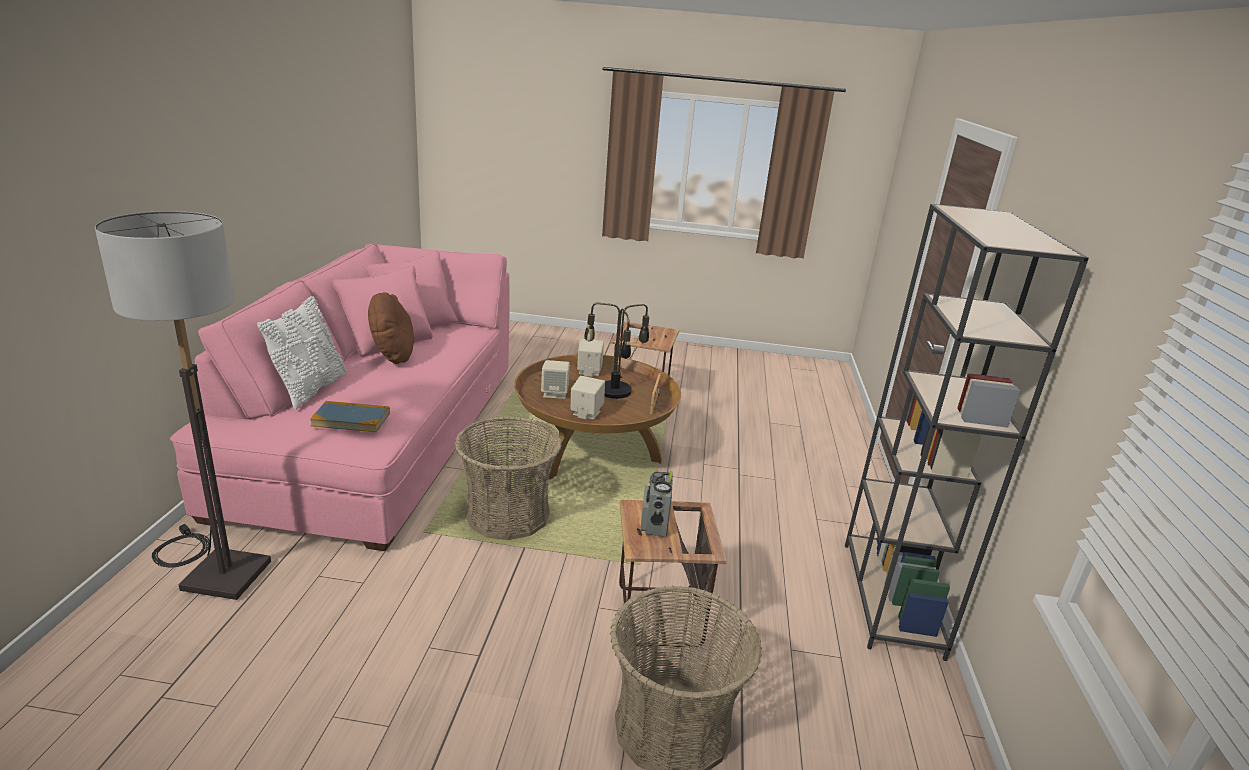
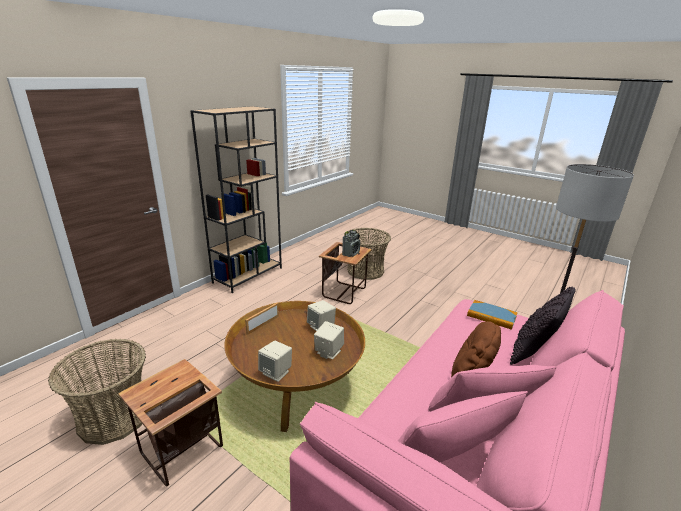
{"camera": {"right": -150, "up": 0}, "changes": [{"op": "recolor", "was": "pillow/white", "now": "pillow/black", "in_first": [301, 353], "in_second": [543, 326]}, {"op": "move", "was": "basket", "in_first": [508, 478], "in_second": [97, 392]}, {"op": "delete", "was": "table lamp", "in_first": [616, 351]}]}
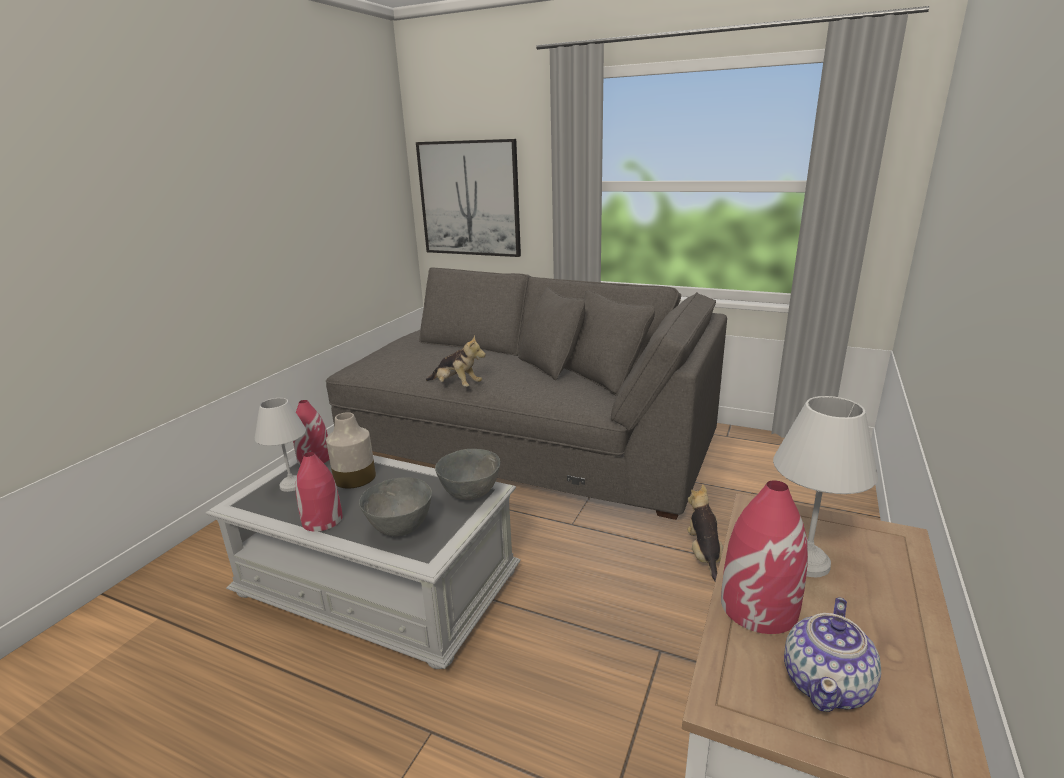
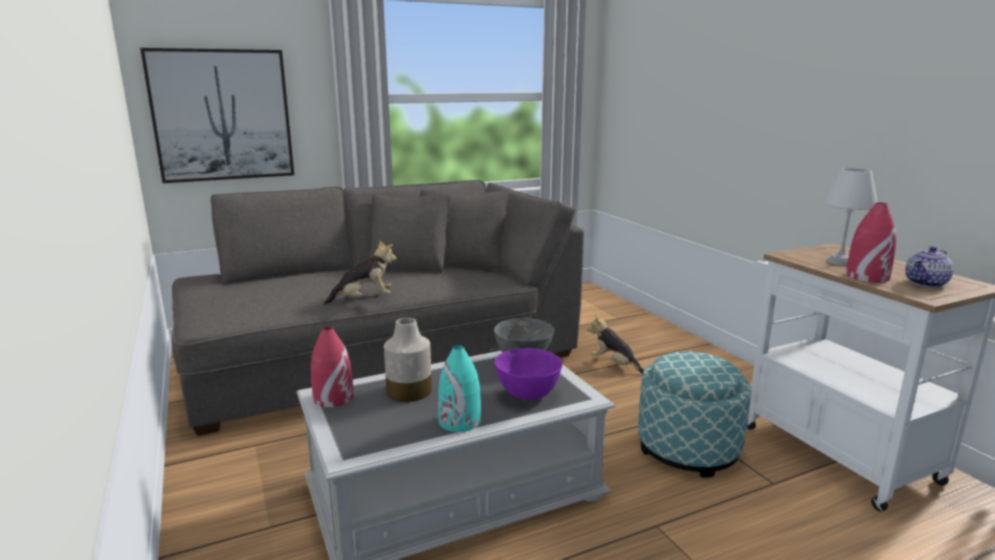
{"camera": {"right": -50, "up": -5}, "changes": [{"op": "delete", "was": "table lamp/white", "in_first": [280, 445]}, {"op": "recolor", "was": "vase/red", "now": "vase/turquoise", "in_first": [319, 492], "in_second": [459, 388]}, {"op": "recolor", "was": "bowl/grey", "now": "bowl/purple", "in_first": [395, 507], "in_second": [528, 374]}, {"op": "rotate", "was": "teapot", "in_first": [832, 654], "in_second": [929, 267], "clockwise": 75}, {"op": "insert", "now": "ottoman", "in_second": [694, 414]}]}
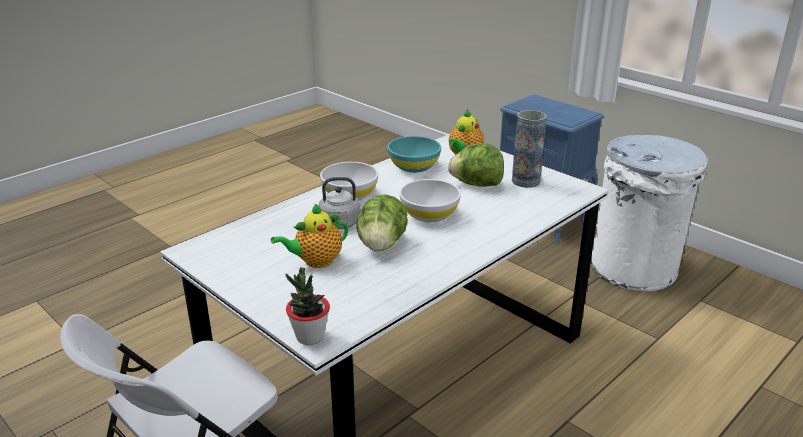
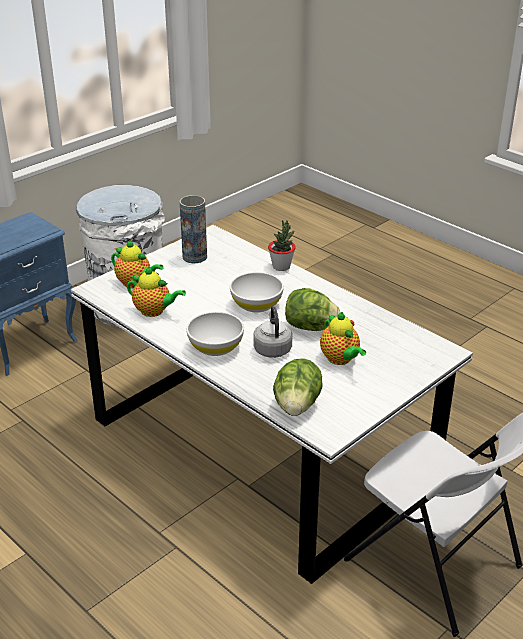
{"camera": {"right": -90, "up": 5}, "changes": [{"op": "move", "was": "potted plant", "in_first": [308, 306], "in_second": [282, 245]}, {"op": "replace", "was": "bowl/turquoise", "now": "teapot", "in_first": [414, 154], "in_second": [156, 291]}, {"op": "move", "was": "lettuce", "in_first": [476, 165], "in_second": [298, 387]}]}
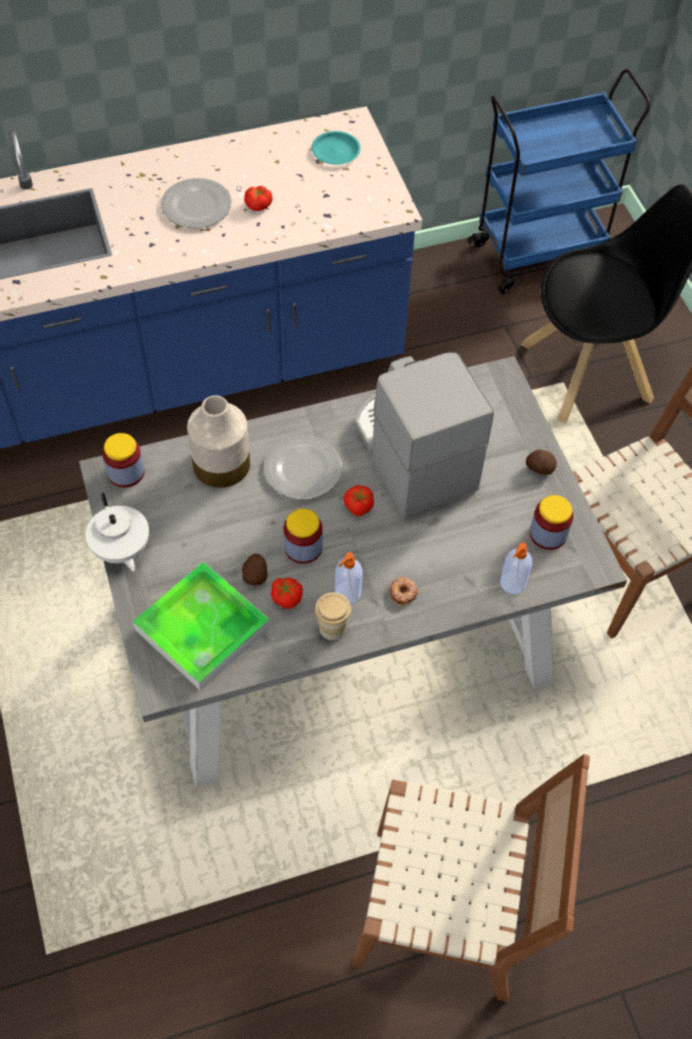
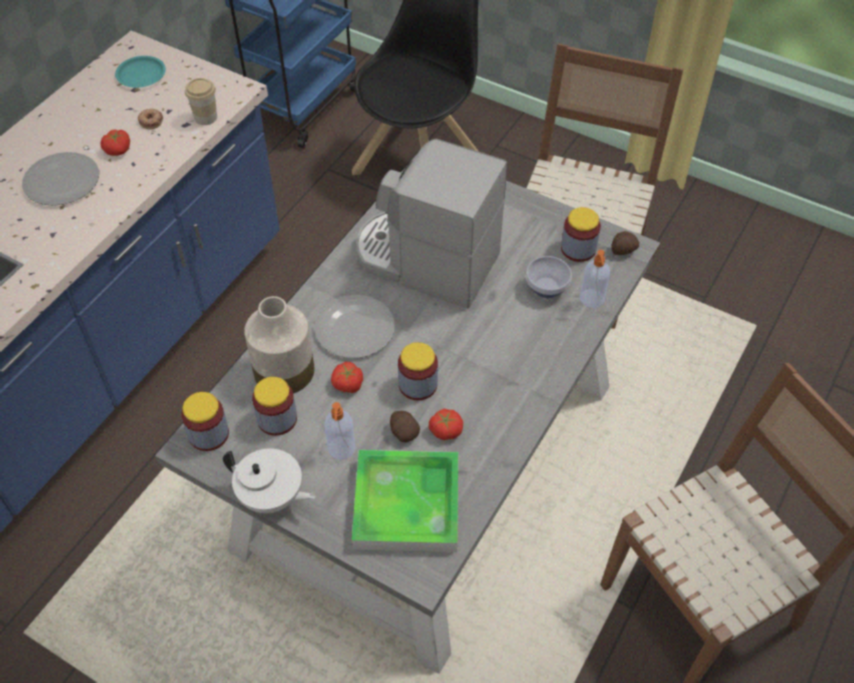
{"camera": {"right": -40, "up": -5}, "changes": [{"op": "move", "was": "cup", "in_first": [333, 616], "in_second": [201, 101]}, {"op": "move", "was": "soap dispenser", "in_first": [349, 577], "in_second": [339, 430]}, {"op": "move", "was": "tomato", "in_first": [359, 500], "in_second": [347, 377]}, {"op": "move", "was": "donut", "in_first": [403, 591], "in_second": [150, 119]}, {"op": "move", "was": "potato", "in_first": [541, 462], "in_second": [625, 243]}, {"op": "insert", "now": "jar", "in_second": [274, 406]}, {"op": "insert", "now": "bowl", "in_second": [549, 277]}]}
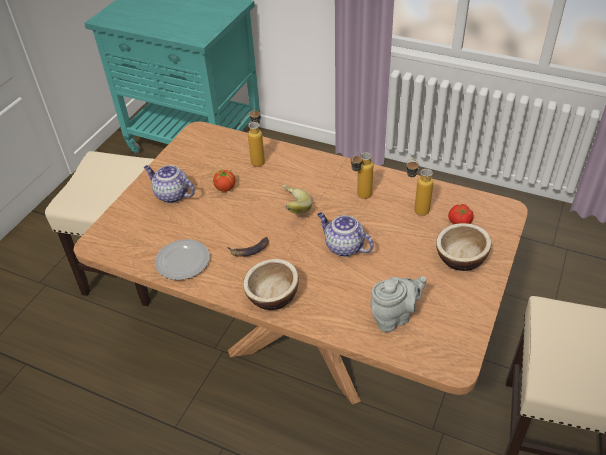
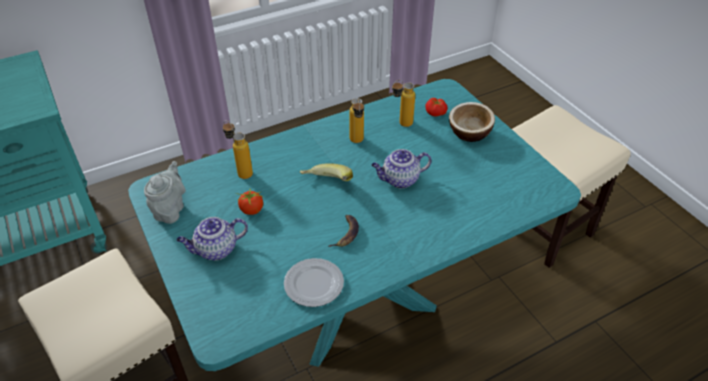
{"camera": {"right": -55, "up": 0}, "changes": [{"op": "recolor", "was": "dining table/brown", "now": "dining table/turquoise", "in_first": [300, 262], "in_second": [354, 225]}, {"op": "delete", "was": "bowl", "in_first": [271, 284]}, {"op": "move", "was": "teapot/grey", "in_first": [398, 304], "in_second": [165, 192]}]}
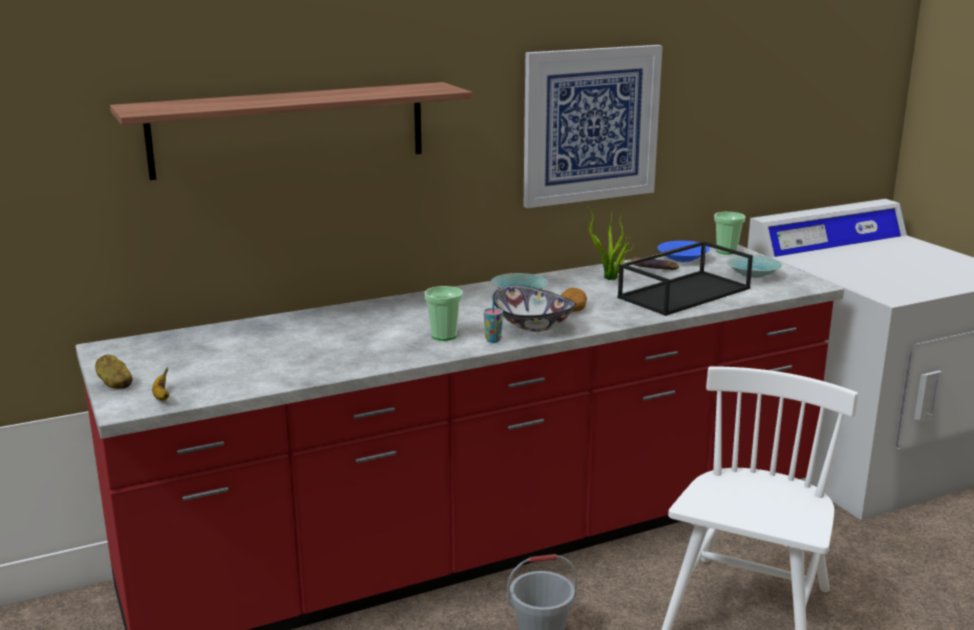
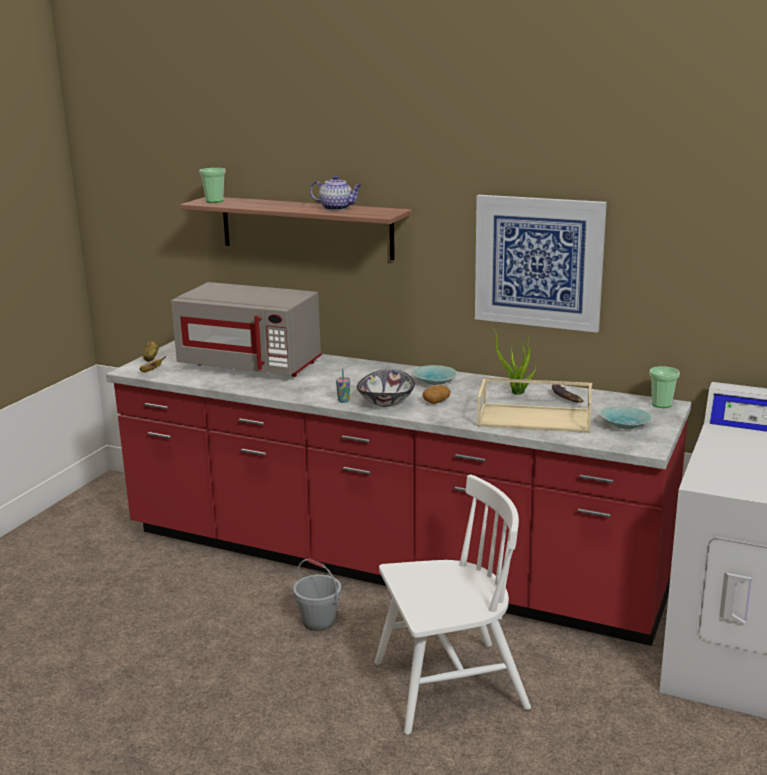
{"camera": {"right": 50, "up": 0}, "changes": [{"op": "move", "was": "cup", "in_first": [444, 313], "in_second": [212, 185]}, {"op": "recolor", "was": "tray/black", "now": "tray/beige", "in_first": [685, 278], "in_second": [534, 405]}, {"op": "delete", "was": "bowl/blue", "in_first": [683, 251]}, {"op": "insert", "now": "microwave/grey", "in_second": [246, 329]}, {"op": "insert", "now": "teapot", "in_second": [336, 192]}]}
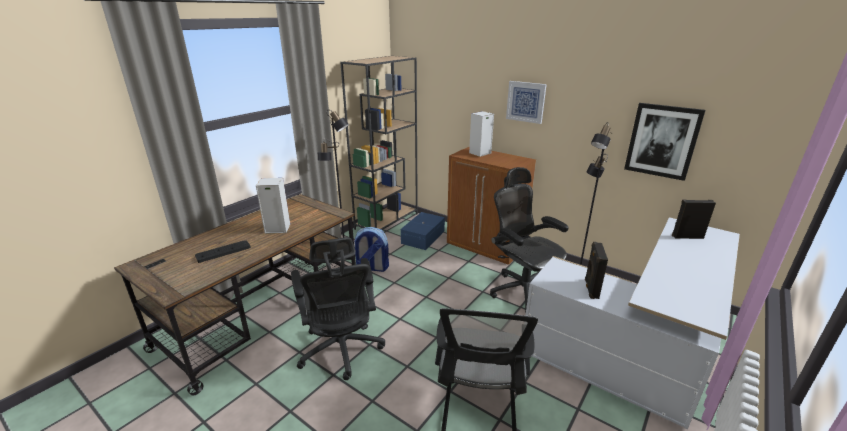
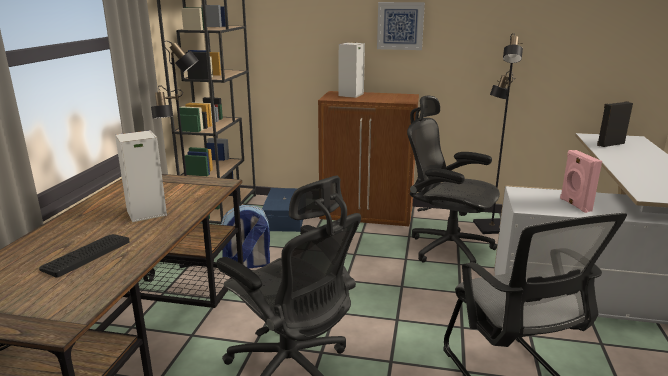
{"camera": {"right": -25, "up": -5}, "changes": [{"op": "recolor", "was": "speaker/black", "now": "speaker/pink", "in_first": [596, 270], "in_second": [581, 181]}, {"op": "delete", "was": "picture", "in_first": [664, 142]}]}
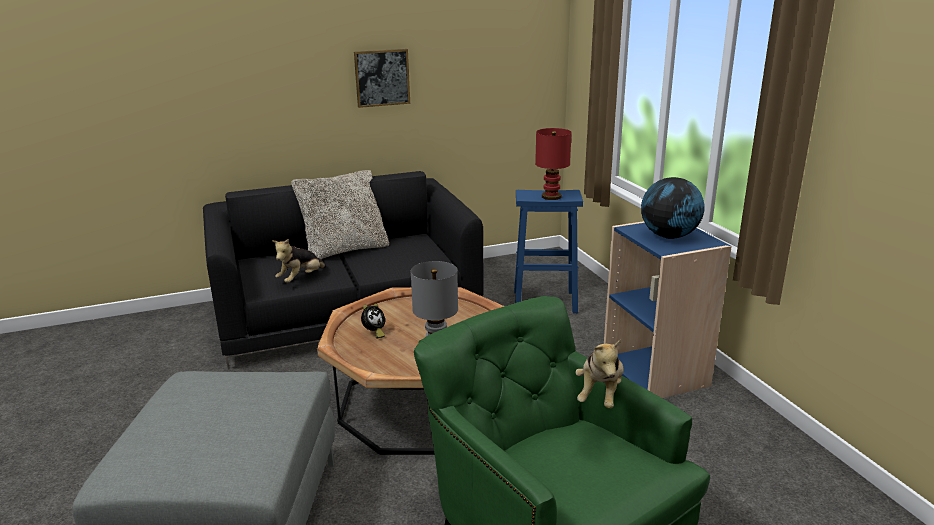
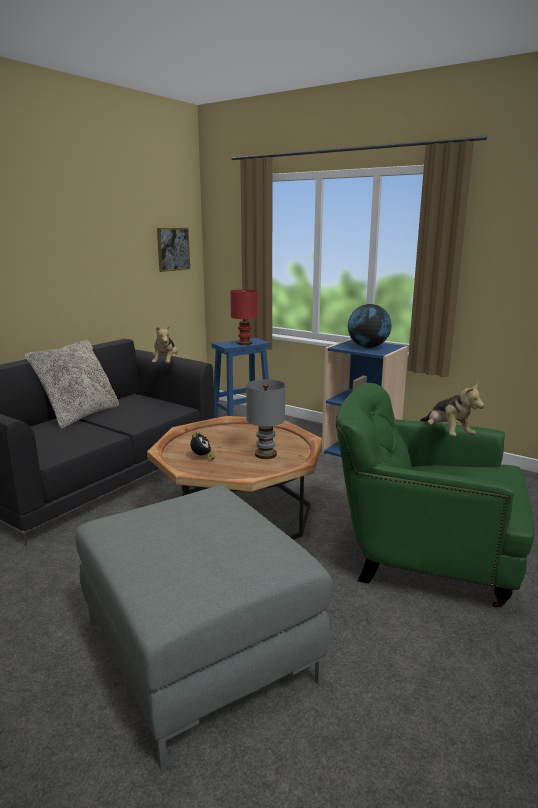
{"camera": {"right": -35, "up": -5}, "changes": [{"op": "move", "was": "plush toy", "in_first": [299, 261], "in_second": [165, 343]}, {"op": "move", "was": "picture", "in_first": [382, 78], "in_second": [173, 250]}]}
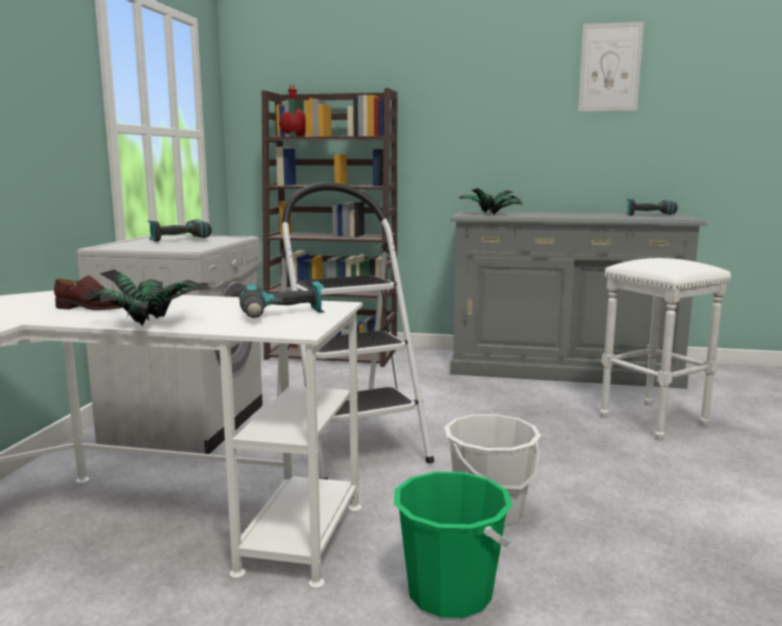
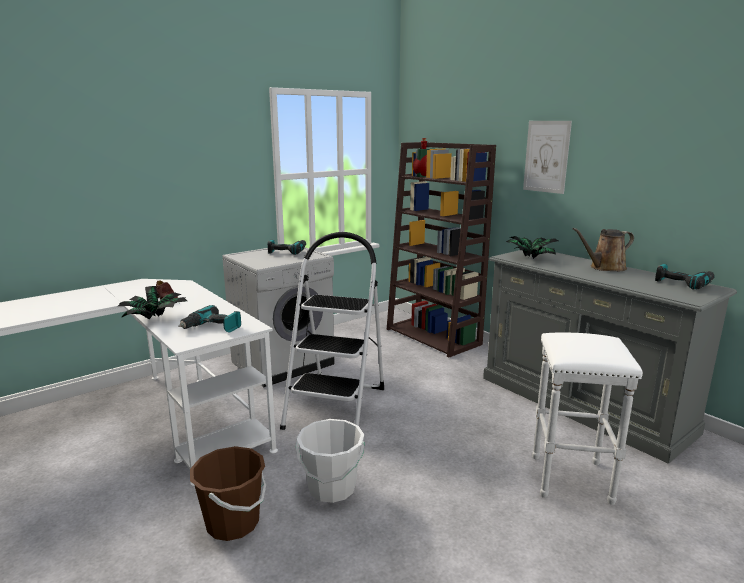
{"camera": {"right": 40, "up": 5}, "changes": [{"op": "recolor", "was": "bucket/green", "now": "bucket/brown", "in_first": [453, 545], "in_second": [228, 493]}, {"op": "move", "was": "picture", "in_first": [611, 67], "in_second": [547, 157]}, {"op": "insert", "now": "watering can/brown", "in_second": [603, 249]}]}
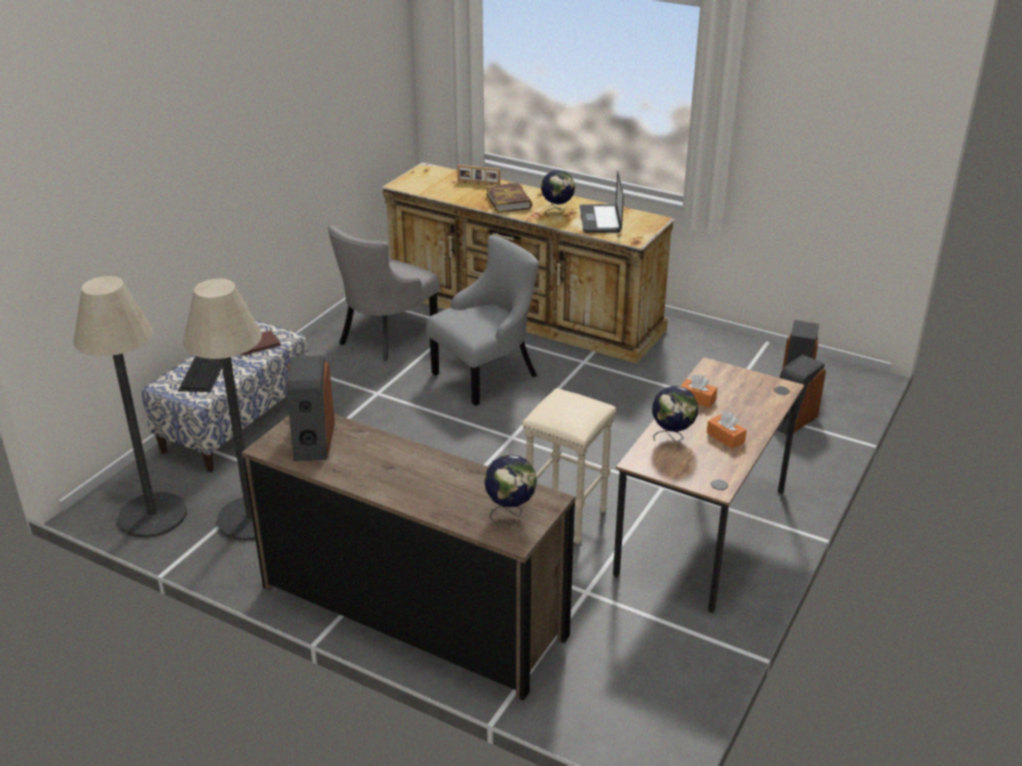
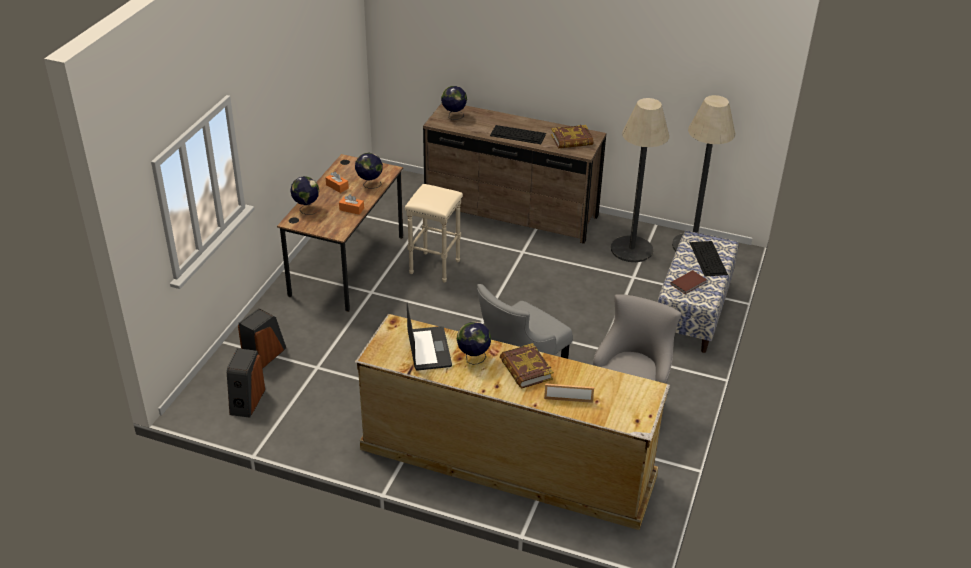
{"camera": {"right": 170, "up": 5}, "changes": [{"op": "replace", "was": "speaker", "now": "book", "in_first": [310, 408], "in_second": [572, 136]}, {"op": "insert", "now": "globe", "in_second": [304, 195]}, {"op": "insert", "now": "keyboard", "in_second": [518, 134]}]}
